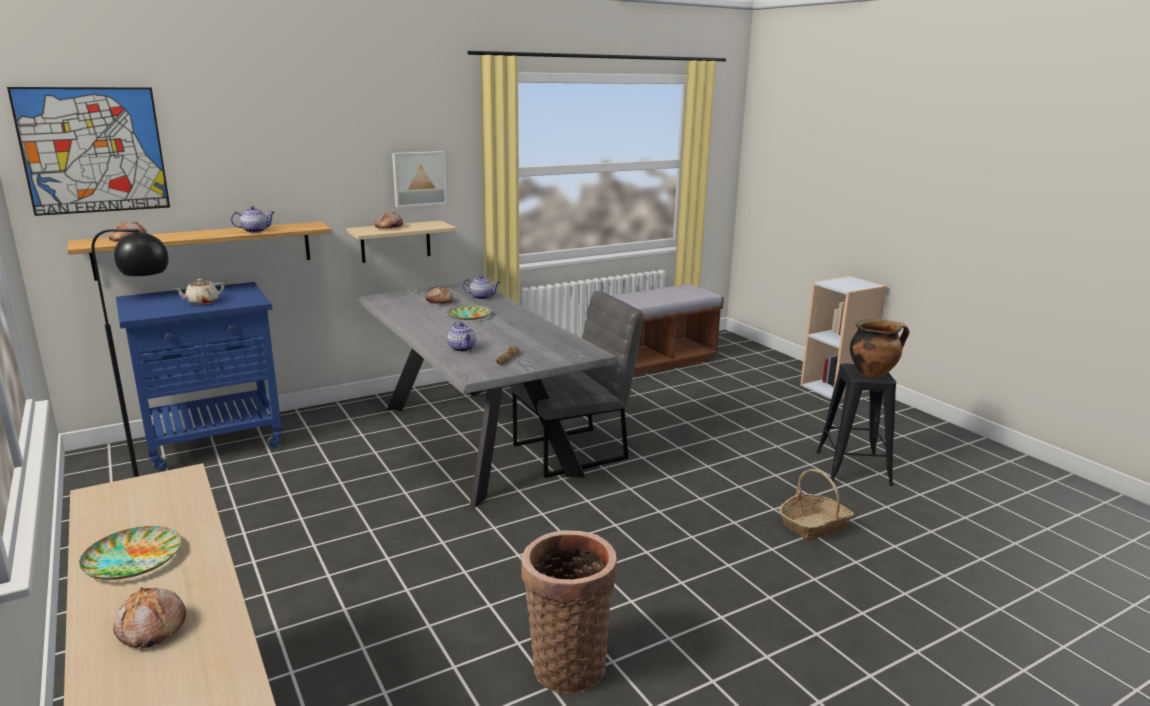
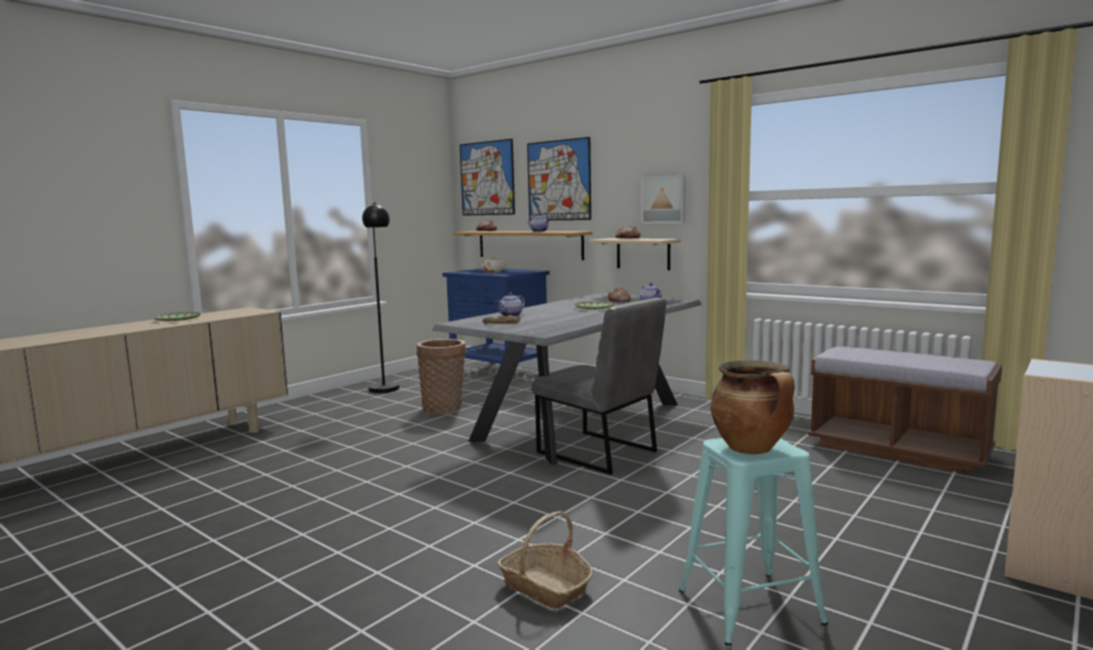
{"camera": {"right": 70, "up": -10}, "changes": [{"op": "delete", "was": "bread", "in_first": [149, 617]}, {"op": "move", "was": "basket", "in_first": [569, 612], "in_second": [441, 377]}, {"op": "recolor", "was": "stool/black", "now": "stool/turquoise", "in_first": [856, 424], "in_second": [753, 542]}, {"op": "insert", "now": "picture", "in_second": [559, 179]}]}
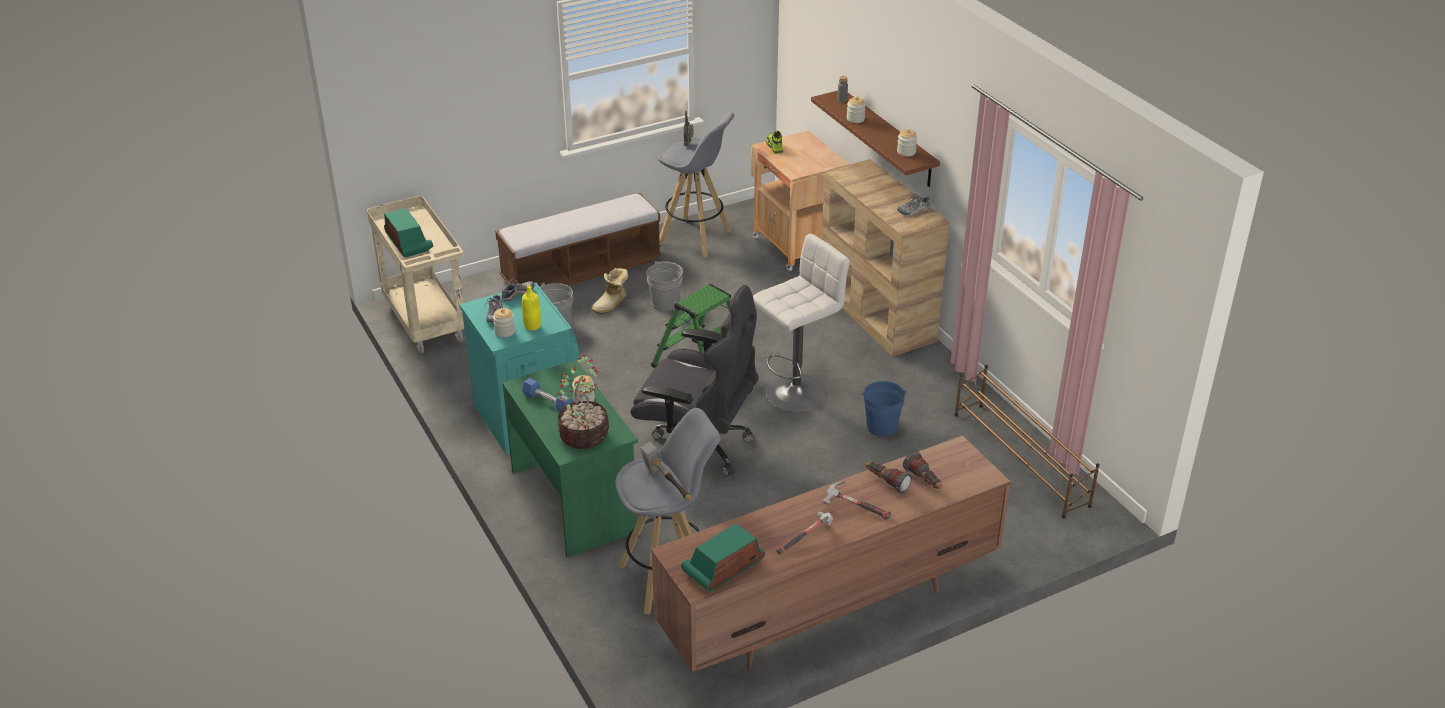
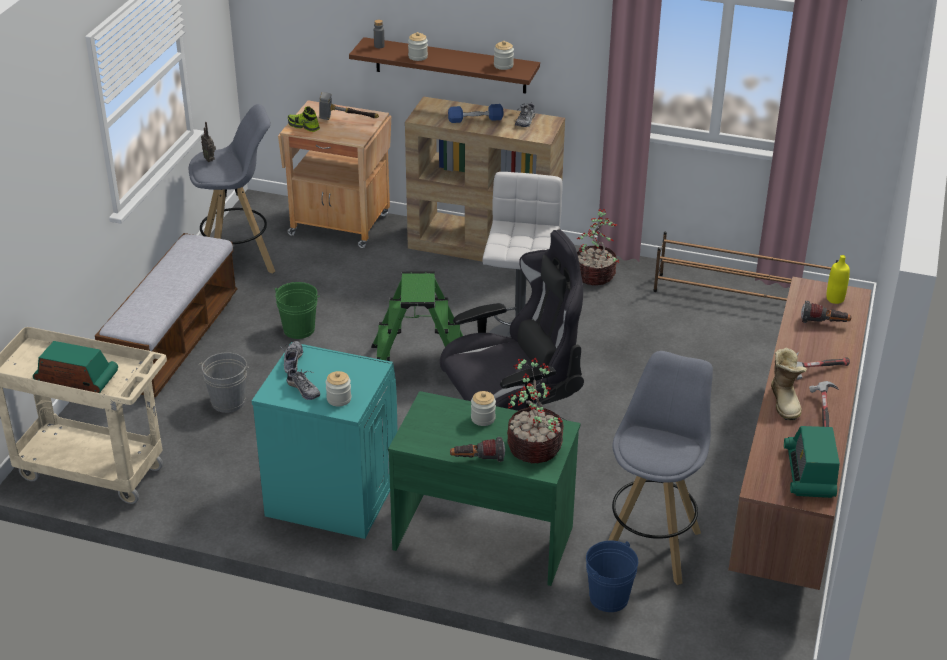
{"camera": {"right": -45, "up": 0}, "changes": [{"op": "move", "was": "bottle/yellow", "in_first": [531, 307], "in_second": [838, 279]}, {"op": "move", "was": "dumbbell/blue", "in_first": [548, 394], "in_second": [476, 113]}, {"op": "move", "was": "boot", "in_first": [610, 291], "in_second": [789, 384]}, {"op": "move", "was": "hammer", "in_first": [665, 471], "in_second": [349, 106]}, {"op": "recolor", "was": "bucket/grey", "now": "bucket/green", "in_first": [664, 286], "in_second": [297, 310]}, {"op": "move", "was": "bucket/blue", "in_first": [884, 409], "in_second": [612, 576]}, {"op": "move", "was": "flashlight", "in_first": [888, 478], "in_second": [477, 449]}, {"op": "insert", "now": "potted plant", "in_second": [598, 247]}]}
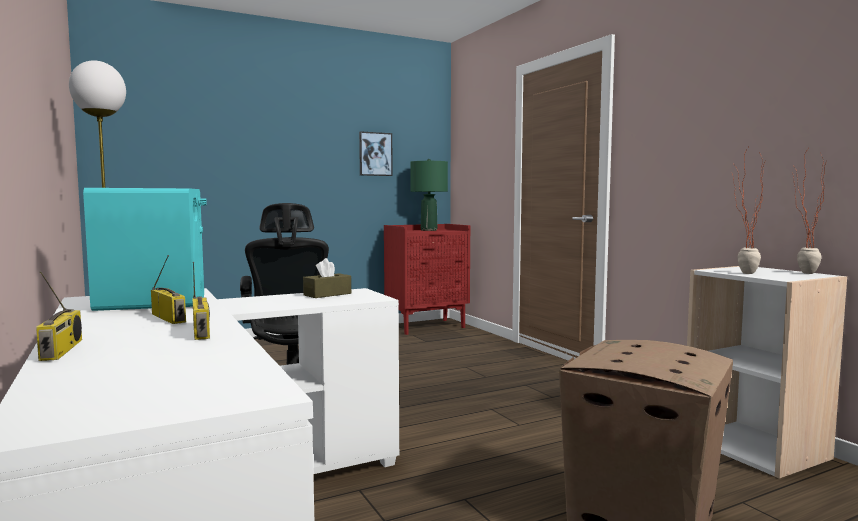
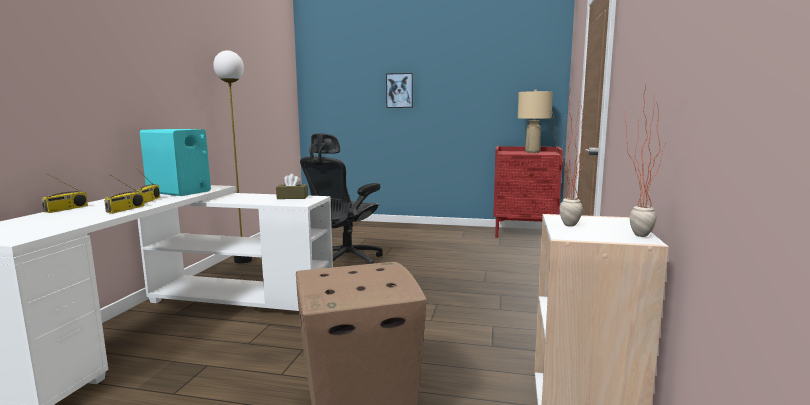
{"camera": {"right": 40, "up": 5}, "changes": [{"op": "move", "was": "picture", "in_first": [376, 153], "in_second": [399, 90]}, {"op": "recolor", "was": "table lamp/green", "now": "table lamp/beige", "in_first": [429, 195], "in_second": [535, 121]}]}
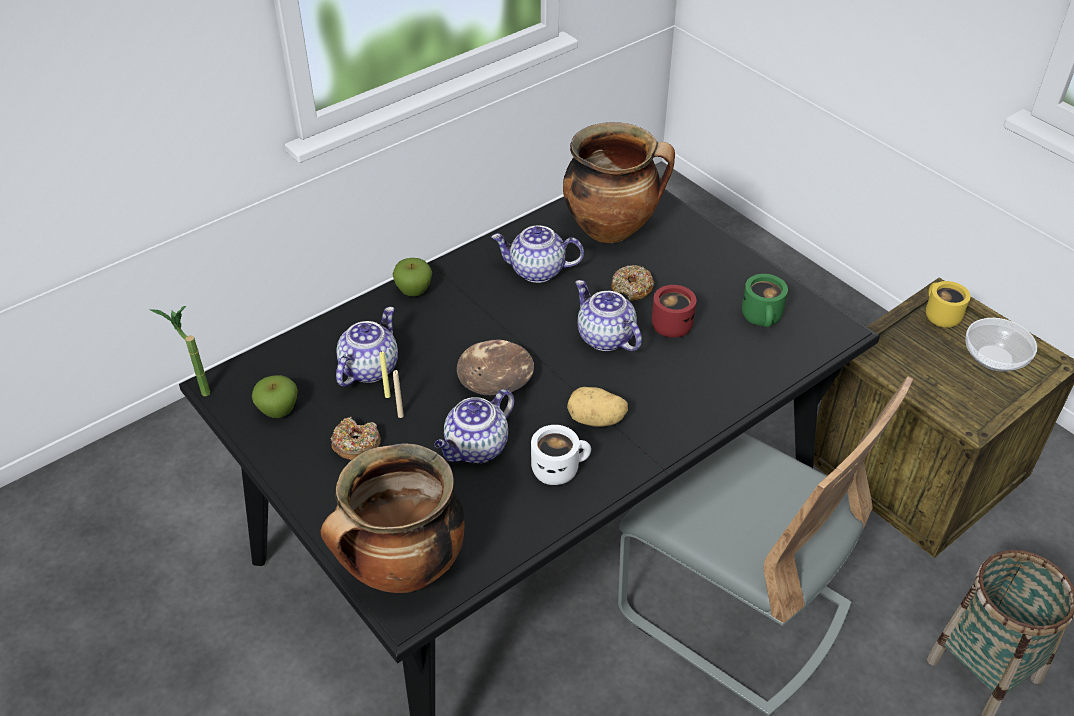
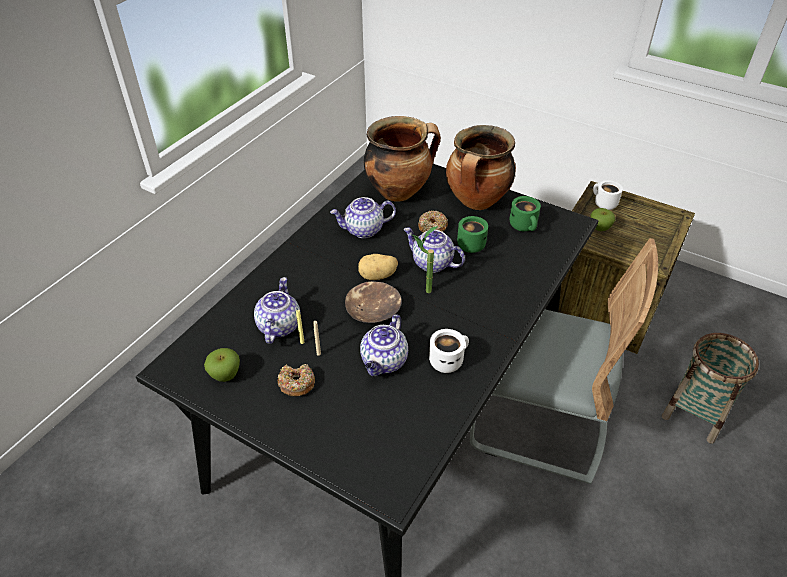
{"camera": {"right": -20, "up": 0}, "changes": [{"op": "move", "was": "potted plant", "in_first": [179, 351], "in_second": [425, 259]}, {"op": "move", "was": "cooking pot", "in_first": [393, 518], "in_second": [481, 167]}, {"op": "move", "was": "apple", "in_first": [412, 277], "in_second": [602, 219]}, {"op": "move", "was": "potato", "in_first": [597, 407], "in_second": [378, 267]}, {"op": "recolor", "was": "mug/red", "now": "mug/green", "in_first": [674, 311], "in_second": [472, 234]}, {"op": "recolor", "was": "mug/yellow", "now": "mug/white", "in_first": [948, 304], "in_second": [608, 195]}, {"op": "delete", "was": "bowl", "in_first": [1001, 345]}]}
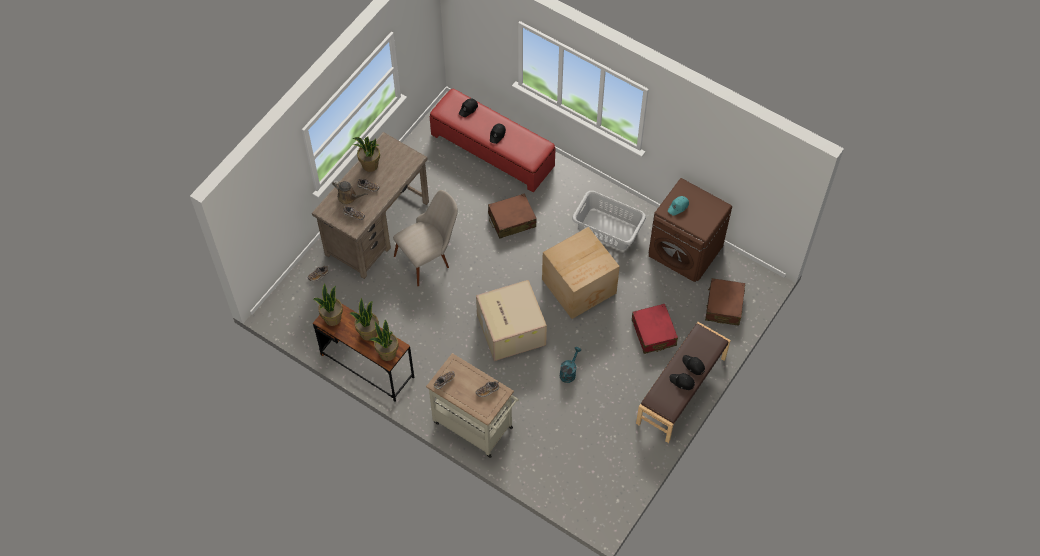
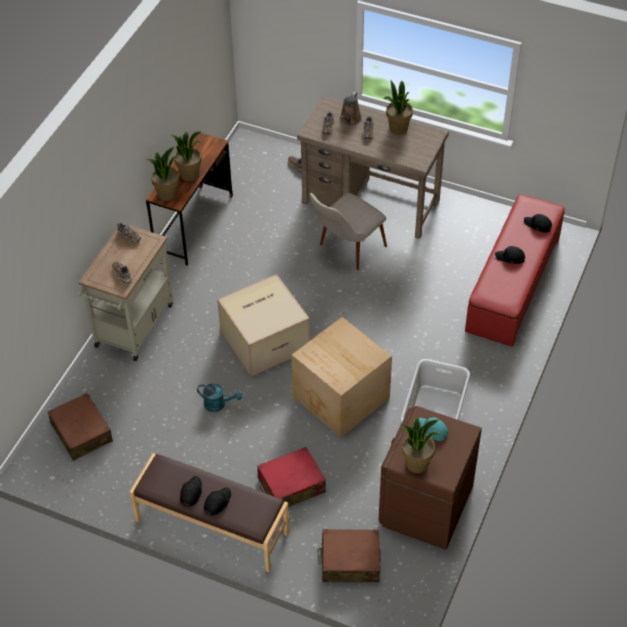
{"camera": {"right": 80, "up": -10}, "changes": [{"op": "move", "was": "potted plant", "in_first": [328, 304], "in_second": [421, 445]}, {"op": "rotate", "was": "chair/beige", "in_first": [425, 238], "in_second": [348, 231], "clockwise": 90}, {"op": "move", "was": "suitcase/brown", "in_first": [512, 215], "in_second": [80, 427]}]}
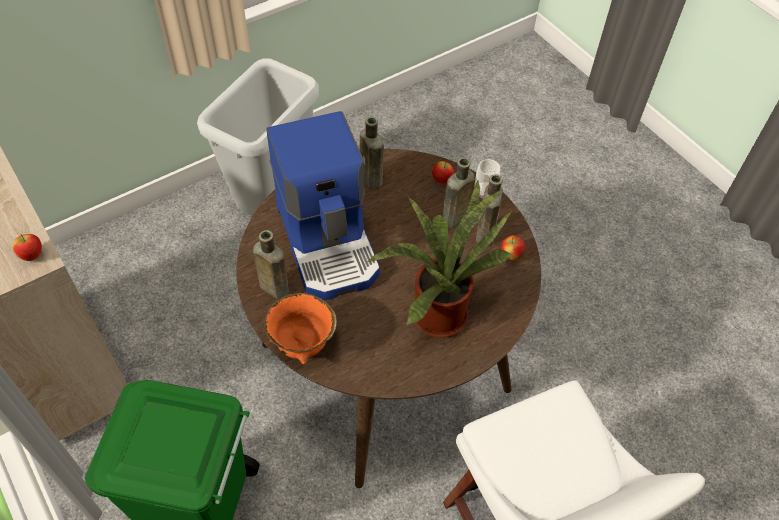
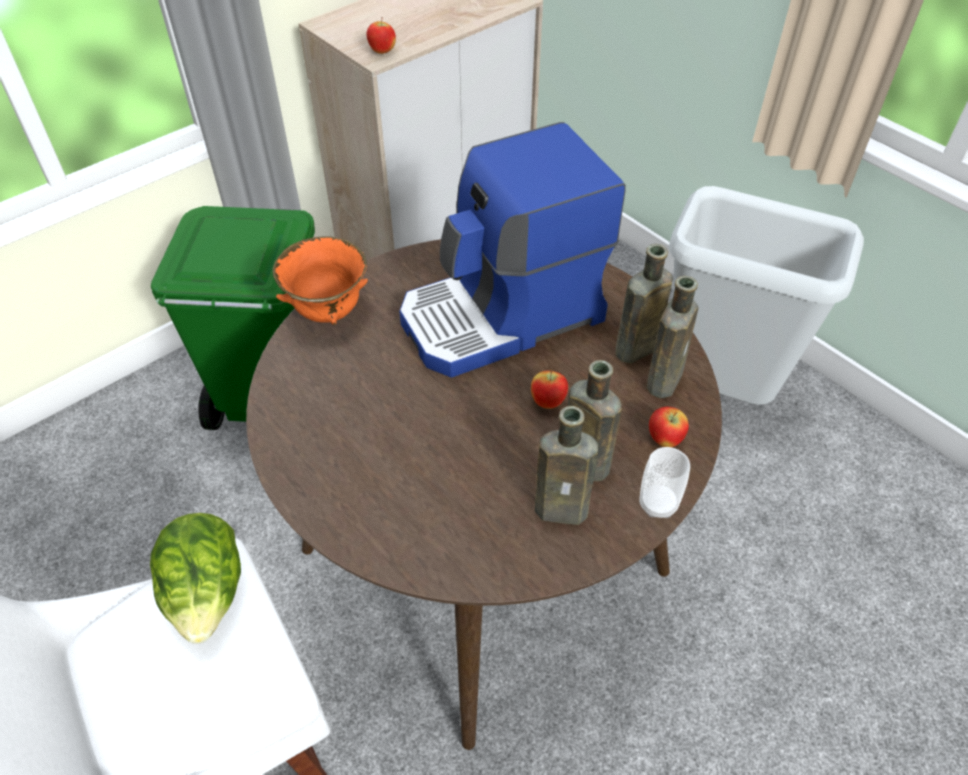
{"camera": {"right": 85, "up": -5}, "changes": [{"op": "move", "was": "bottle/brown", "in_first": [271, 265], "in_second": [672, 337]}, {"op": "delete", "was": "potted plant", "in_first": [439, 258]}, {"op": "move", "was": "apple", "in_first": [513, 247], "in_second": [549, 389]}, {"op": "insert", "now": "lettuce", "in_second": [195, 578]}]}
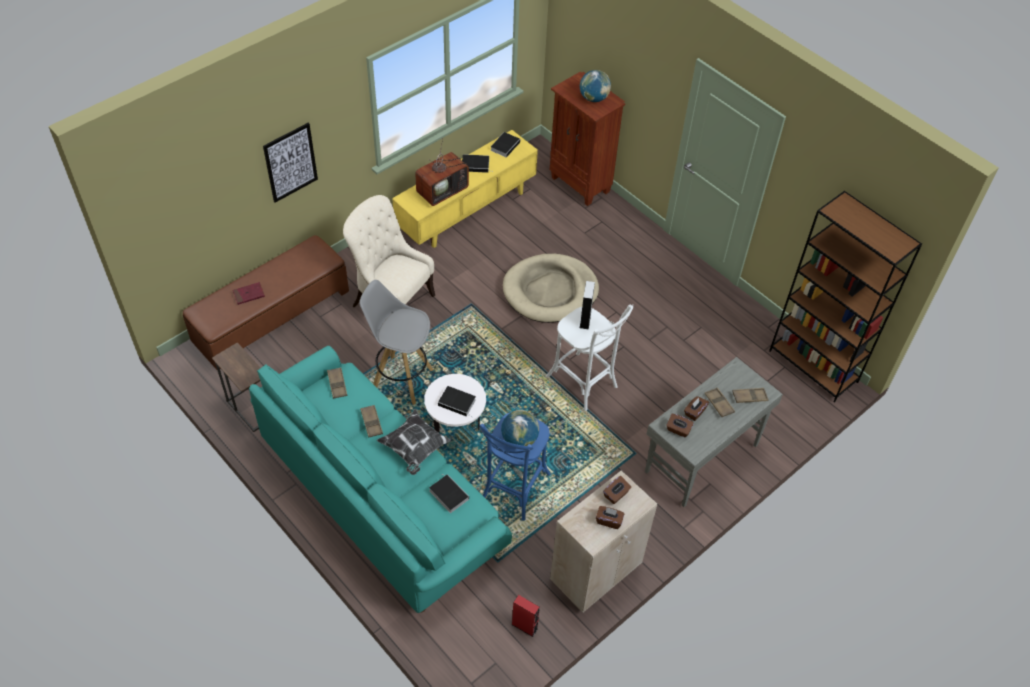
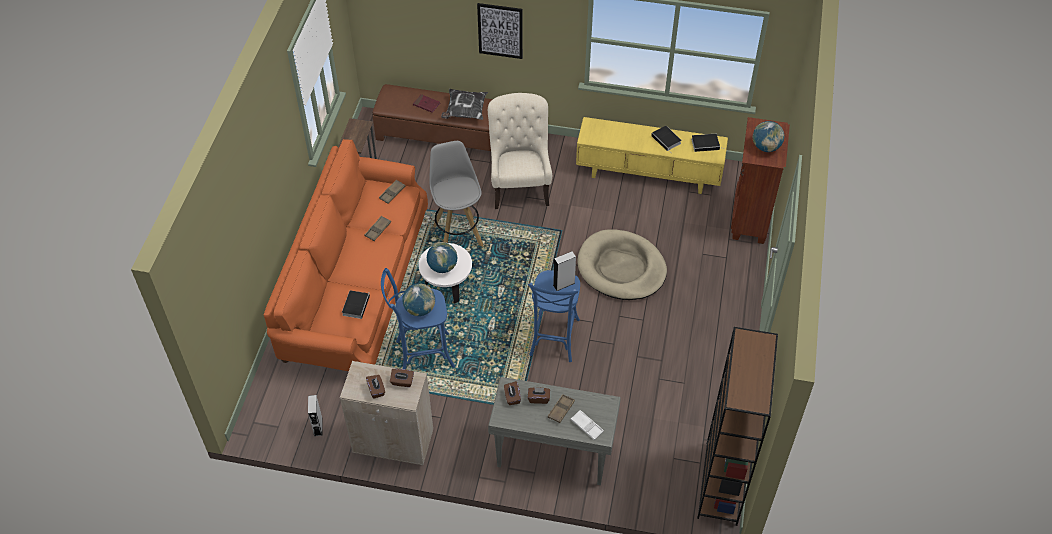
{"camera": {"right": 55, "up": 0}, "changes": [{"op": "recolor", "was": "sofa/turquoise", "now": "sofa/orange", "in_first": [380, 479], "in_second": [346, 255]}, {"op": "move", "was": "pillow", "in_first": [414, 442], "in_second": [464, 104]}, {"op": "delete", "was": "television", "in_first": [442, 172]}, {"op": "replace", "was": "book", "now": "globe", "in_first": [457, 401], "in_second": [442, 257]}, {"op": "recolor", "was": "speaker/red", "now": "speaker/grey", "in_first": [525, 616], "in_second": [315, 415]}, {"op": "recolor", "was": "stool/white", "now": "stool/blue", "in_first": [589, 358], "in_second": [554, 316]}, {"op": "recolor", "was": "tray/brown", "now": "tray/white", "in_first": [750, 395], "in_second": [587, 425]}]}
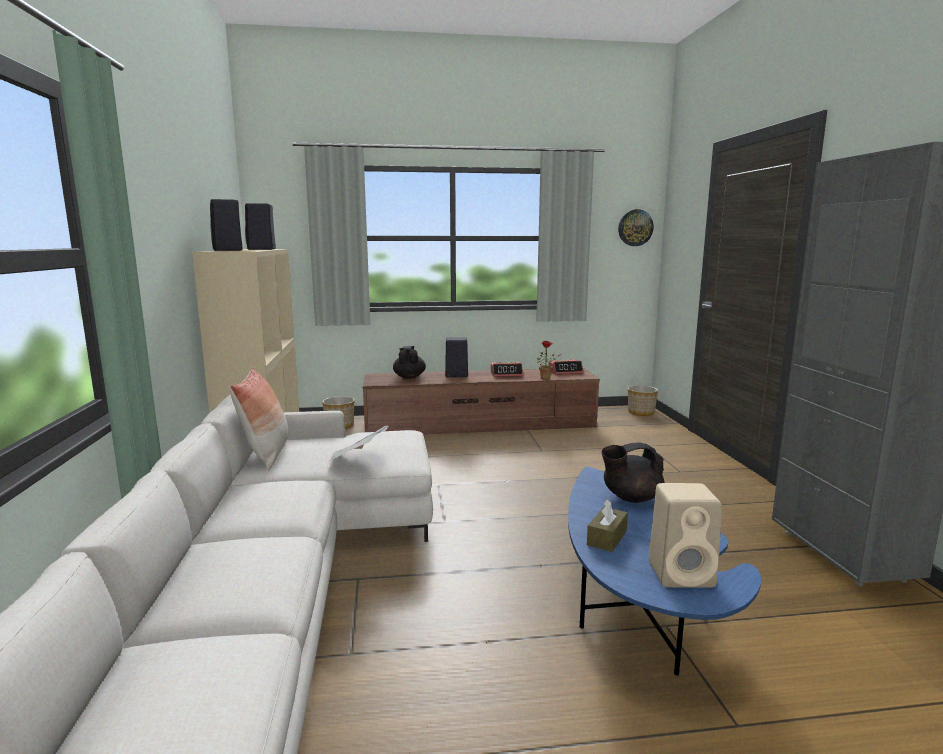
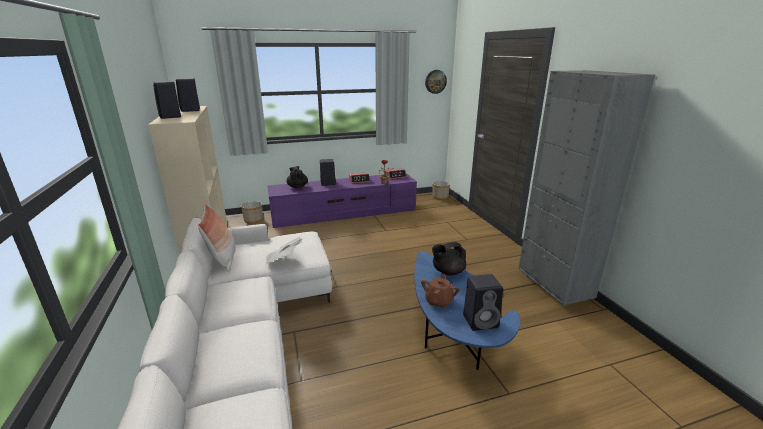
{"camera": {"right": -10, "up": 10}, "changes": [{"op": "recolor", "was": "tv stand/brown", "now": "tv stand/purple", "in_first": [481, 401], "in_second": [342, 200]}, {"op": "replace", "was": "tissue box/brown", "now": "teapot/brown", "in_first": [607, 525], "in_second": [440, 291]}, {"op": "recolor", "was": "speaker/beige", "now": "speaker/black", "in_first": [685, 535], "in_second": [483, 302]}]}
